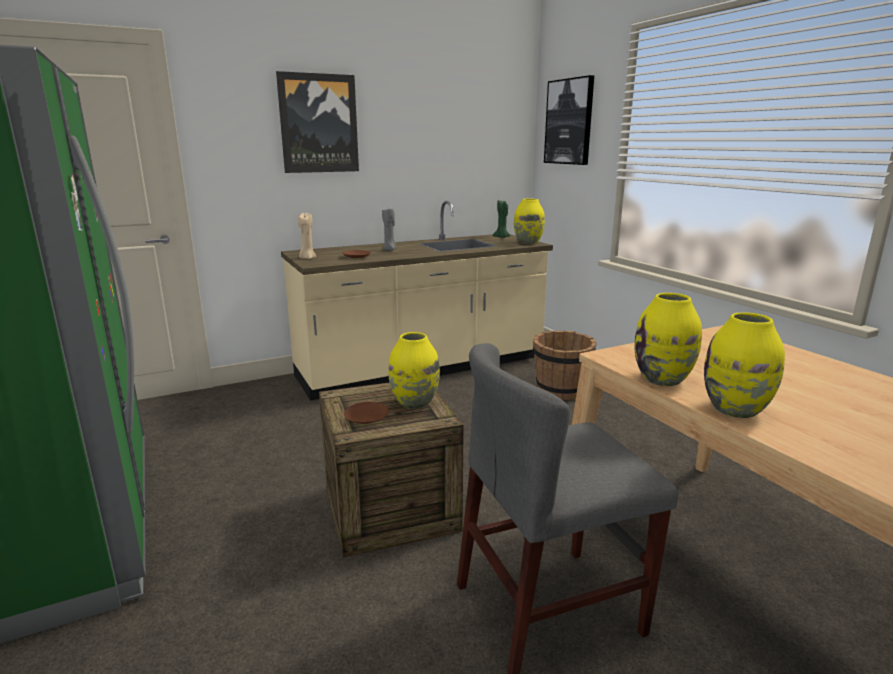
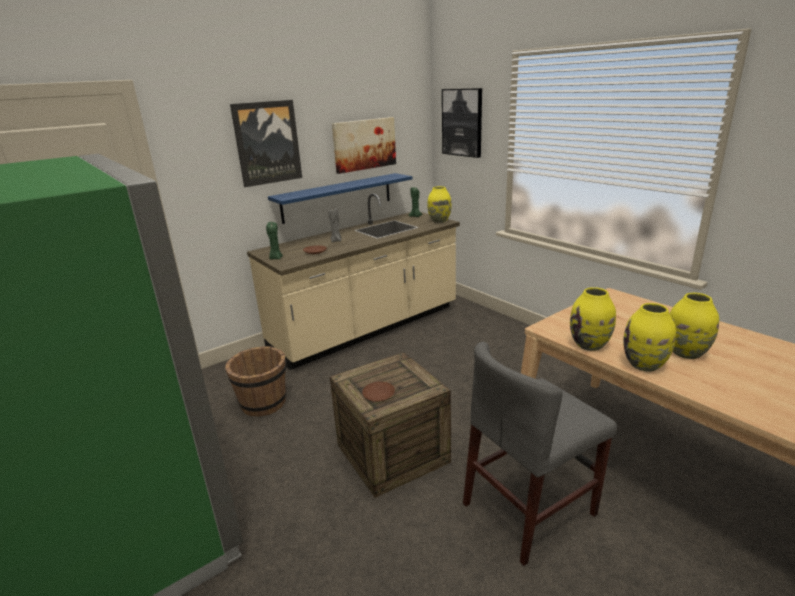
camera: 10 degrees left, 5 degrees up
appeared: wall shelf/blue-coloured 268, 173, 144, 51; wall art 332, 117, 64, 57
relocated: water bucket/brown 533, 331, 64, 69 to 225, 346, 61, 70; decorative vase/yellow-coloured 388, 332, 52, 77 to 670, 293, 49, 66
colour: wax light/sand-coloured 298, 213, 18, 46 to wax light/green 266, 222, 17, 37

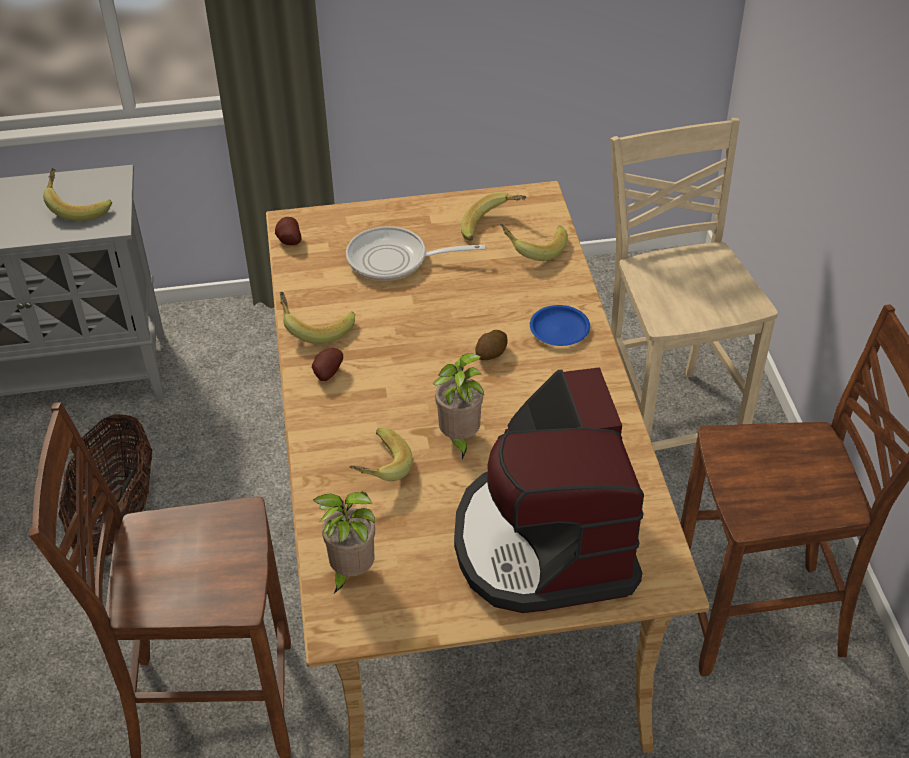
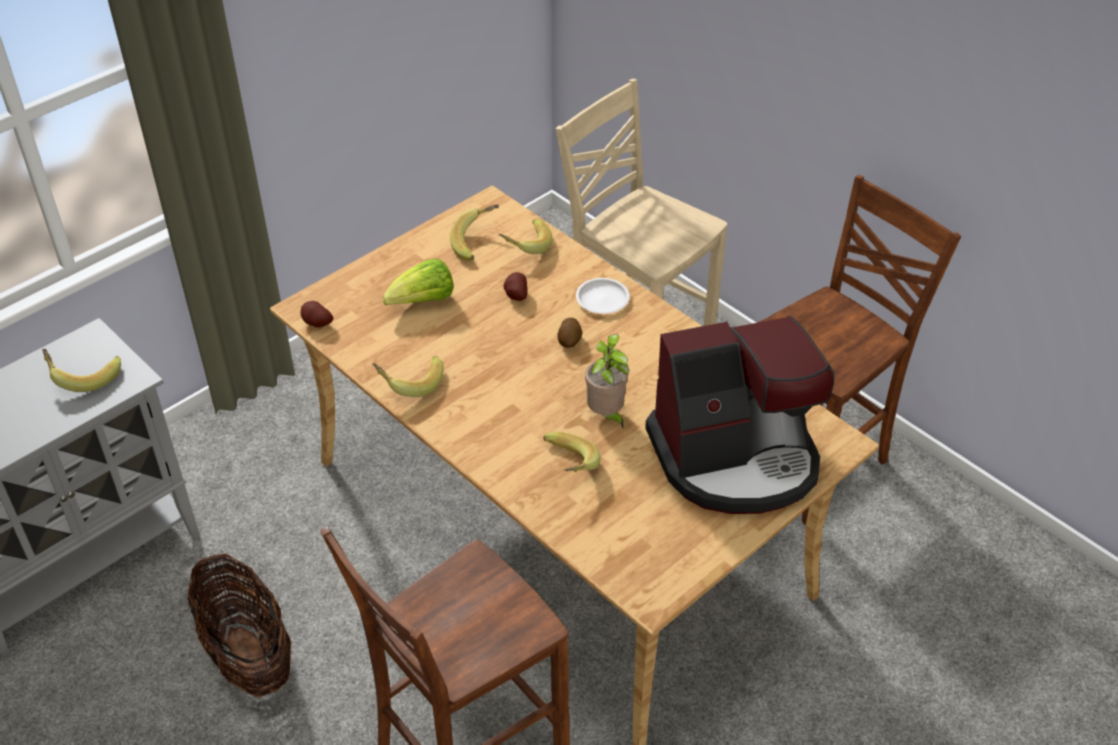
camera: 35 degrees left, 0 degrees up
missing: houseplant 313, 492, 62, 102
relocated: whole potato 312, 348, 31, 33 to 503, 272, 24, 29
exchanged: skillet 346, 226, 139, 55 to head of lettuce 382, 259, 72, 46
colour: dinner plate/blue-coloured 530, 305, 60, 41 to dinner plate/white 576, 278, 54, 36
spun: coffee maker 454, 367, 190, 246 = 645, 316, 189, 198 60 degrees counterclockwise

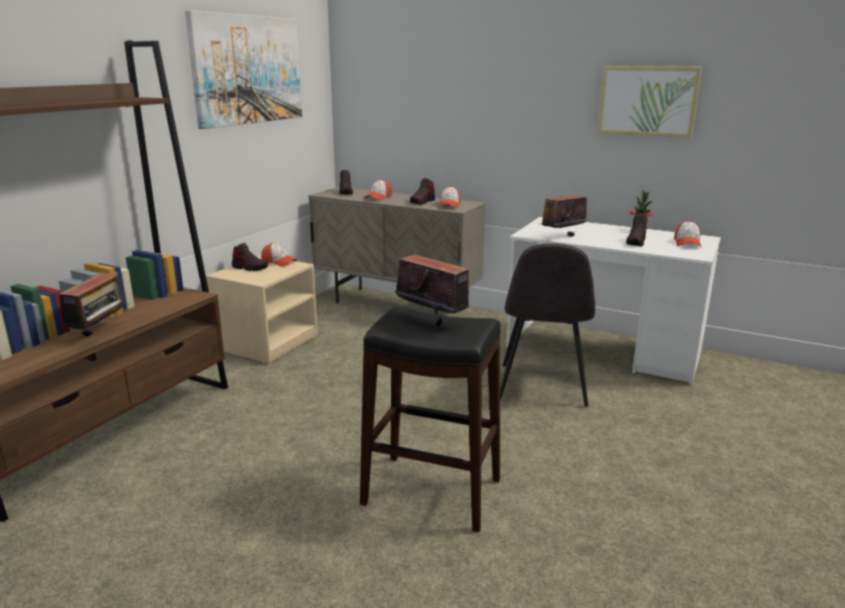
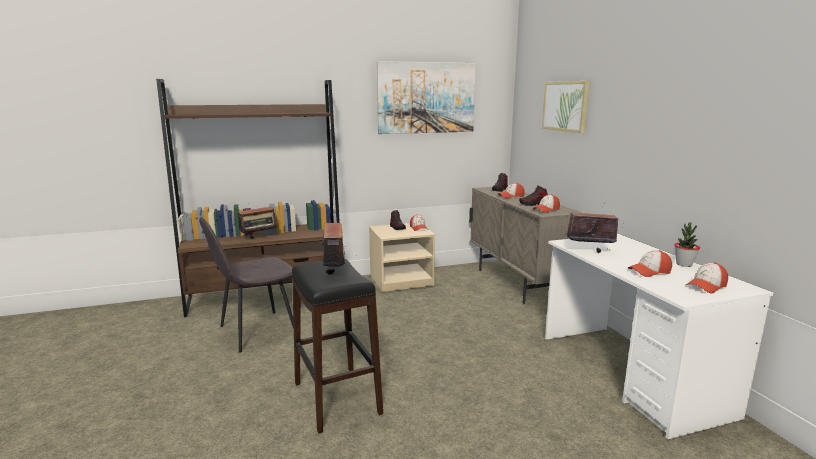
camera: 45 degrees right, 5 degrees down
relocated: plain chair/gray 500, 244, 95, 163 to 199, 217, 95, 135; wall art 597, 66, 105, 72 to 542, 81, 47, 52
exchanged: item of footwear 626, 214, 22, 33 to baseball cap 628, 250, 44, 27

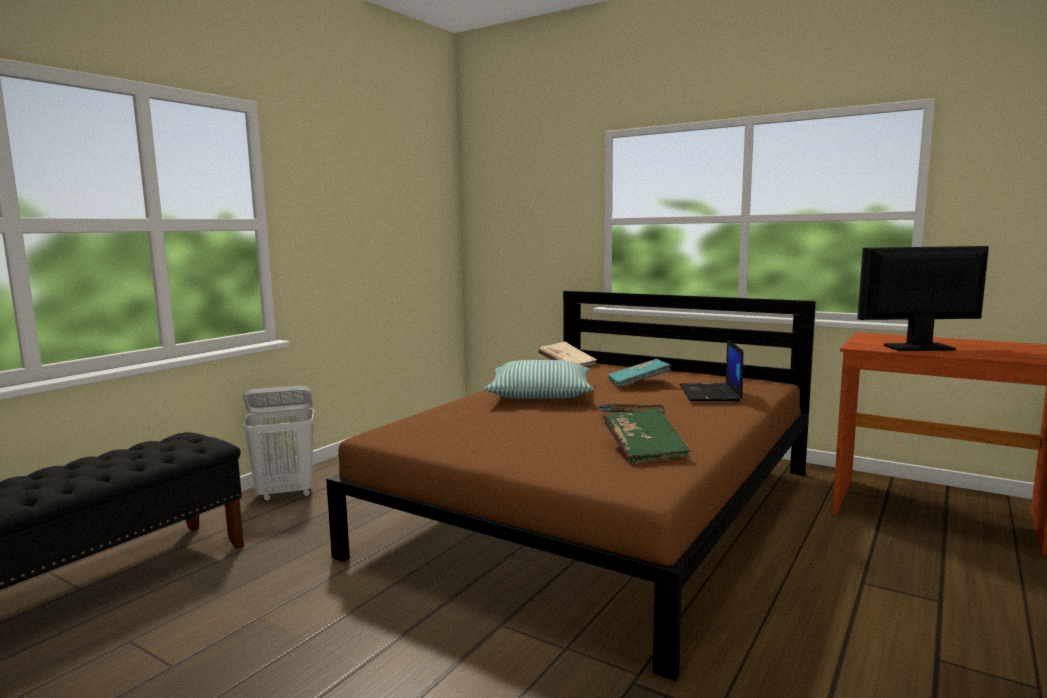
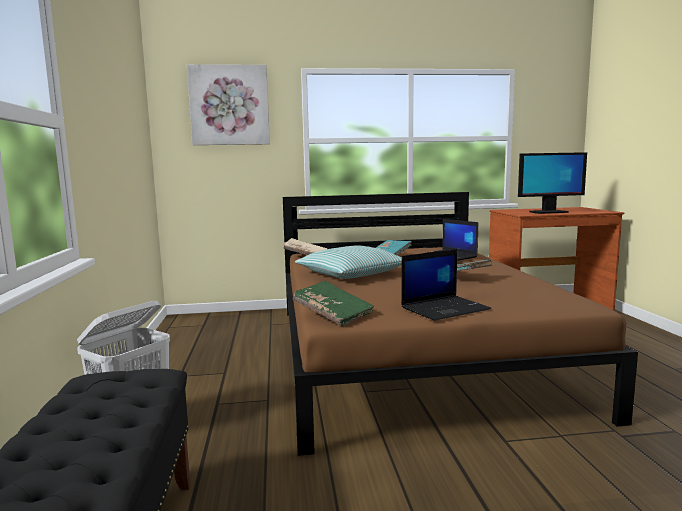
camera: 40 degrees left, 0 degrees up
appeared: wall art 187, 64, 83, 81; notebook computer 401, 249, 90, 72
relocated: book/green 605, 408, 86, 56 to 293, 281, 81, 45
spun: computer display 857, 246, 132, 105 = 518, 152, 69, 62 150 degrees counterclockwise

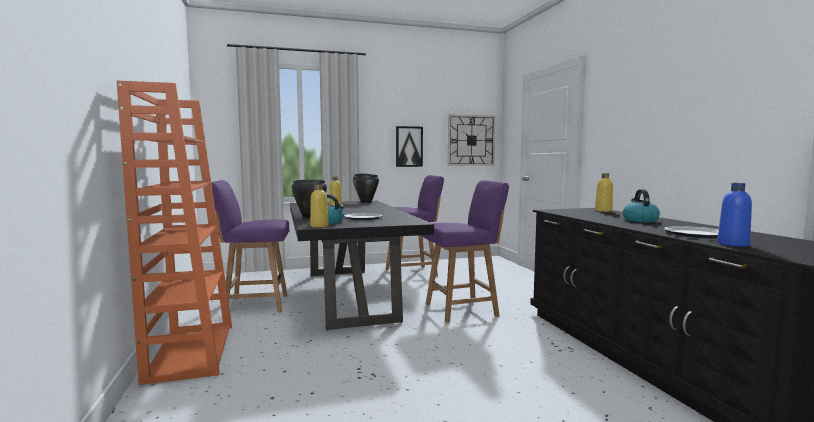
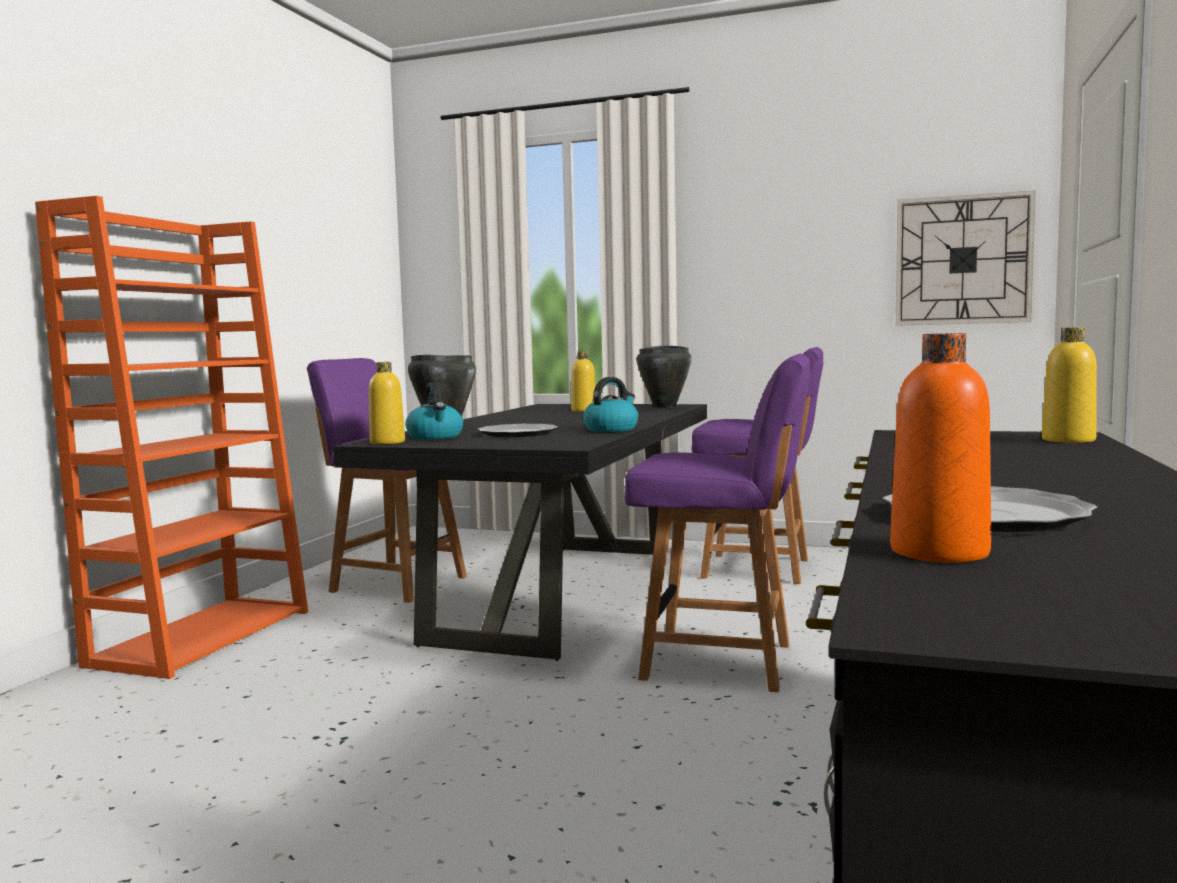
camera: 35 degrees right, 0 degrees up
missing: wall art 396, 126, 27, 41
relocated: kettle 623, 189, 37, 33 to 583, 377, 55, 55
colour: beverage bottle/blue-coloured 717, 183, 35, 64 to beverage bottle/orange-coloured 890, 333, 101, 230

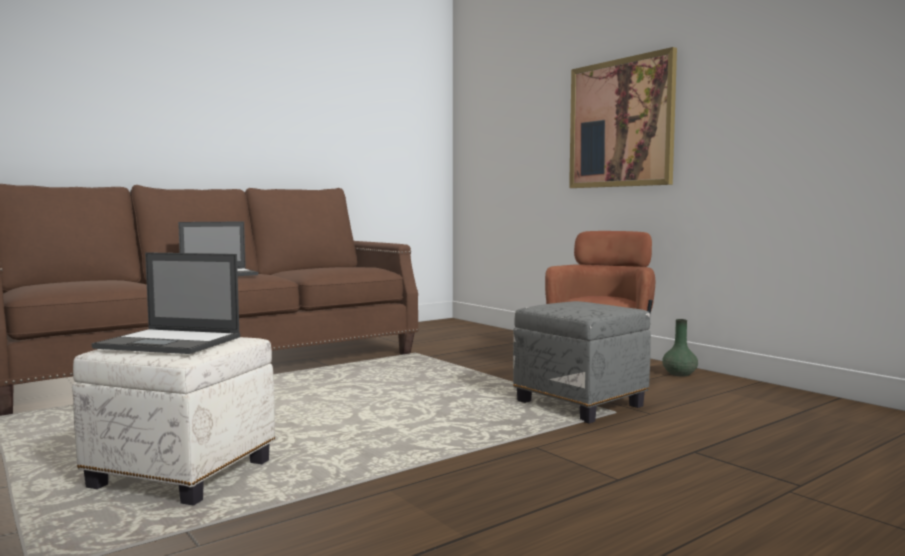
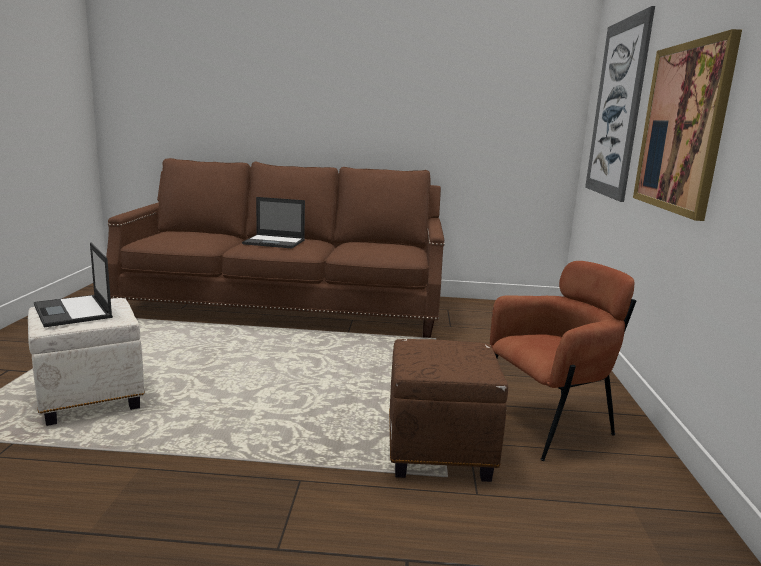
camera: 40 degrees right, 10 degrees up
missing: decorative vase/green 662, 319, 36, 58
appeared: wall art 585, 6, 70, 196
colour: ottoman/gray 513, 301, 138, 123 to ottoman/brown 389, 339, 119, 143

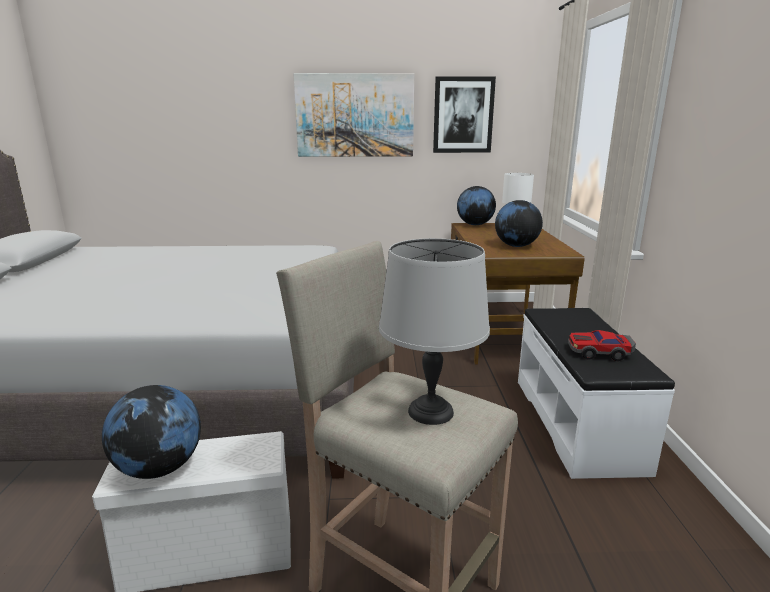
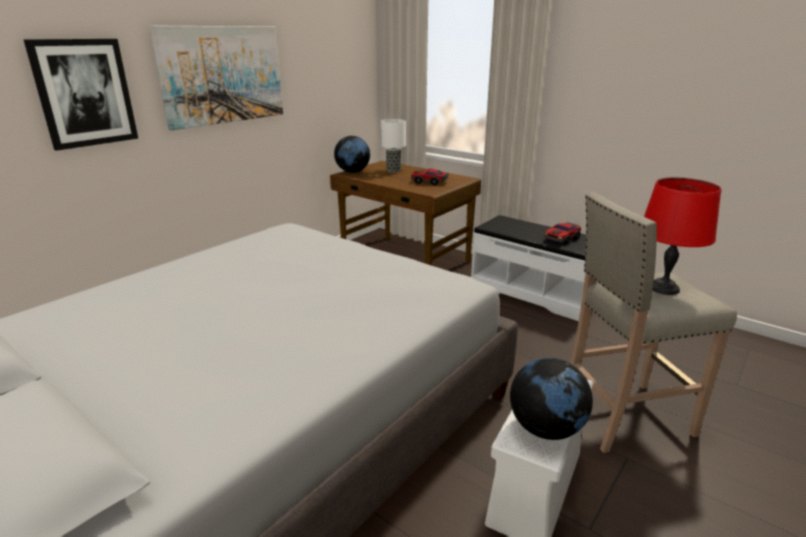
camera: 50 degrees left, 5 degrees up
relocated: wall art 433, 76, 63, 77 to 24, 39, 114, 112
exchanged: globe 495, 200, 48, 47 to model car 411, 169, 37, 16
colour: table lamp/gray 379, 238, 111, 187 to table lamp/reddish 644, 177, 77, 118

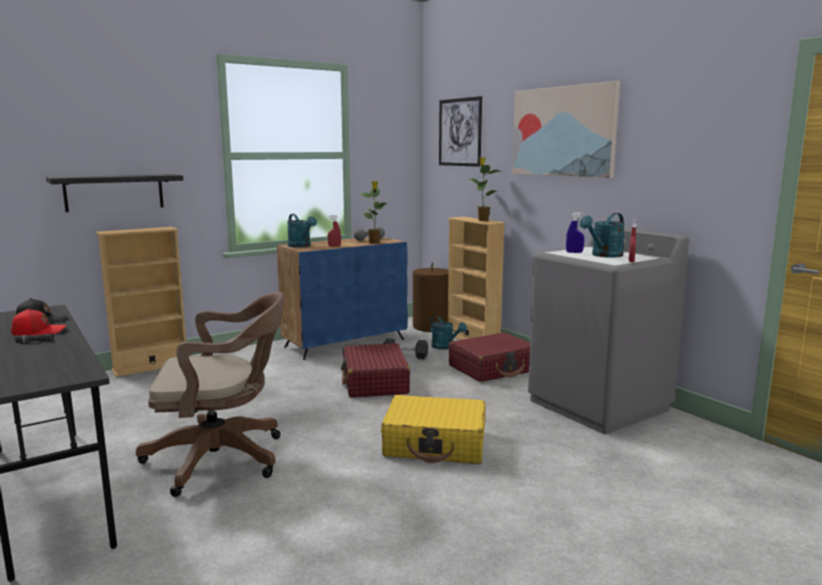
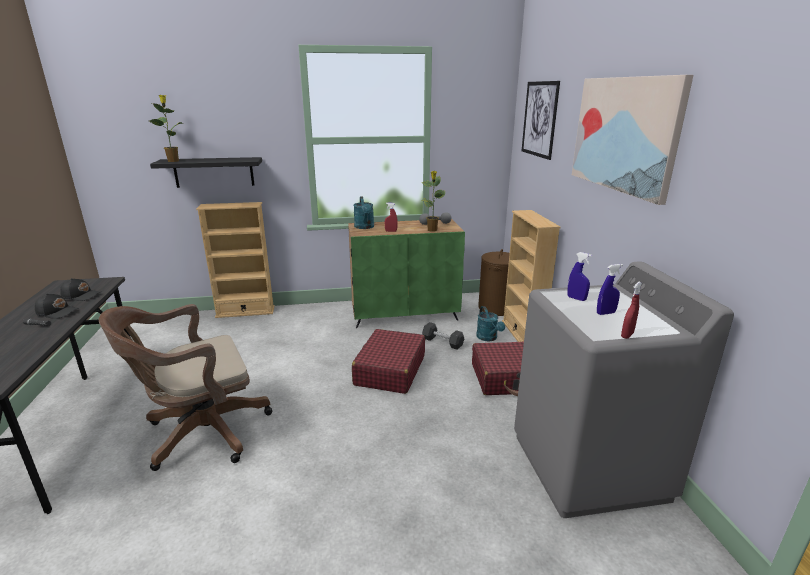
camera: 25 degrees right, 10 degrees up
missing: suitcase/yellow-coloured 381, 395, 104, 69
relocated: houseplant 469, 157, 32, 64 to 150, 95, 33, 67
exchanged: sprinkling can/turquoise 580, 213, 45, 45 to hand sprayer/blue-coloured 597, 264, 26, 51
colour: baseball cap/reddish 11, 308, 55, 28 to baseball cap/black 35, 293, 44, 26; storage cabinet/blue-coloured 277, 237, 131, 123 to storage cabinet/green 348, 219, 117, 109
spun: computer chair/brown 136, 291, 149, 206 = 99, 304, 173, 167 135 degrees clockwise

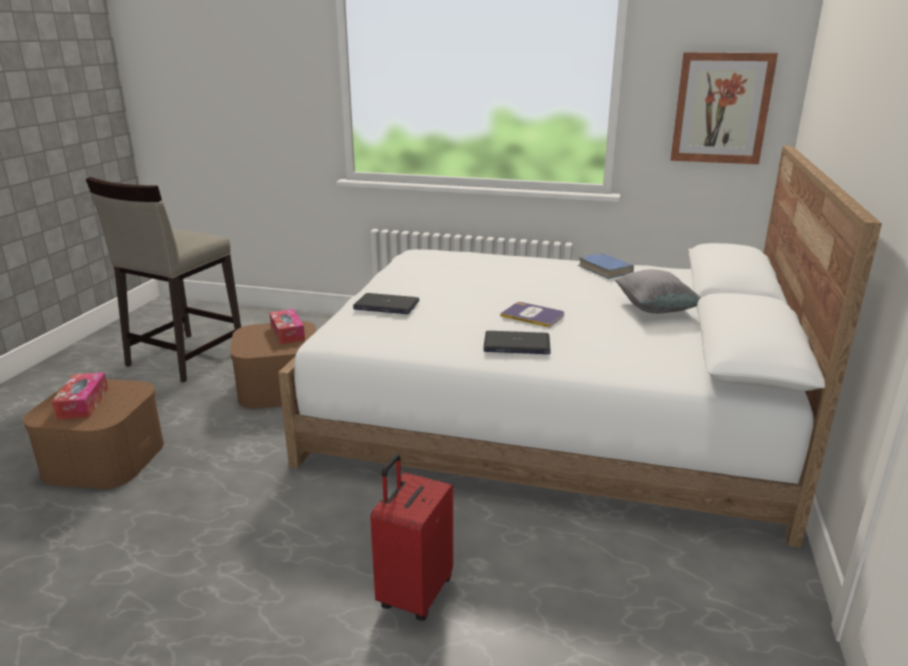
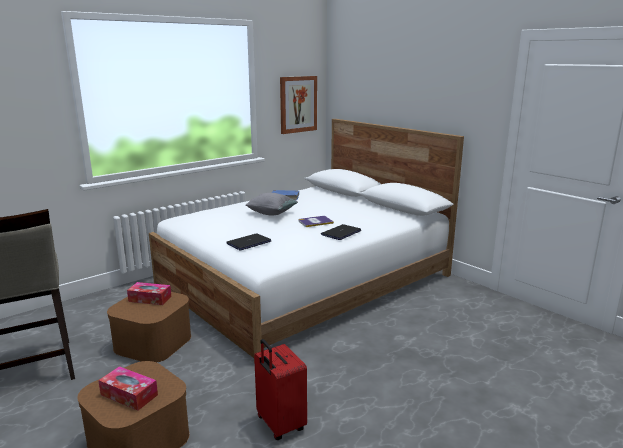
camera: 55 degrees left, 5 degrees down
relocated: pillow/gray 615, 269, 86, 44 to 245, 193, 53, 22; suitcase/reddish 370, 454, 83, 167 to 254, 339, 53, 101

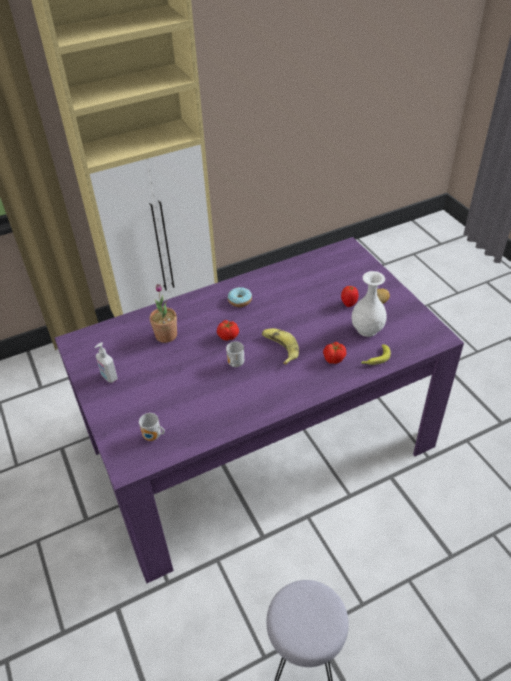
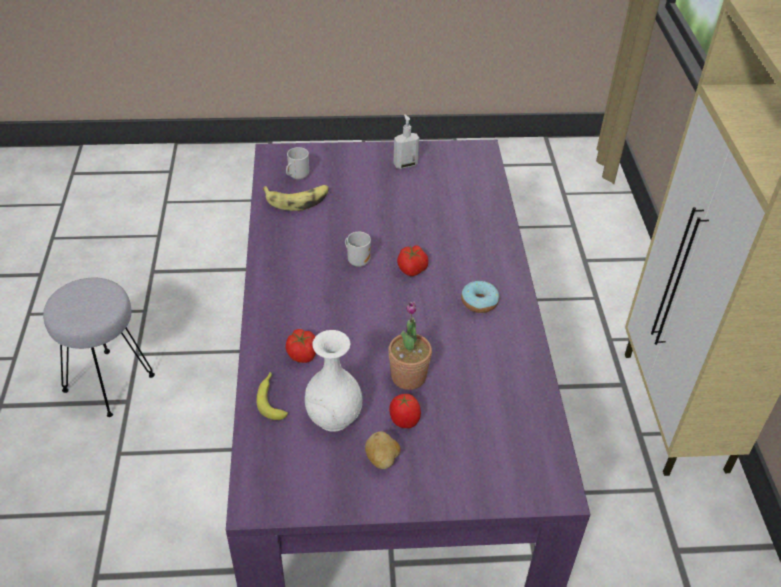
camera: 110 degrees right, 0 degrees up
relocated: banana fruit 262, 328, 37, 37 to 263, 185, 66, 26; houseplant 150, 284, 27, 59 to 388, 301, 44, 89

